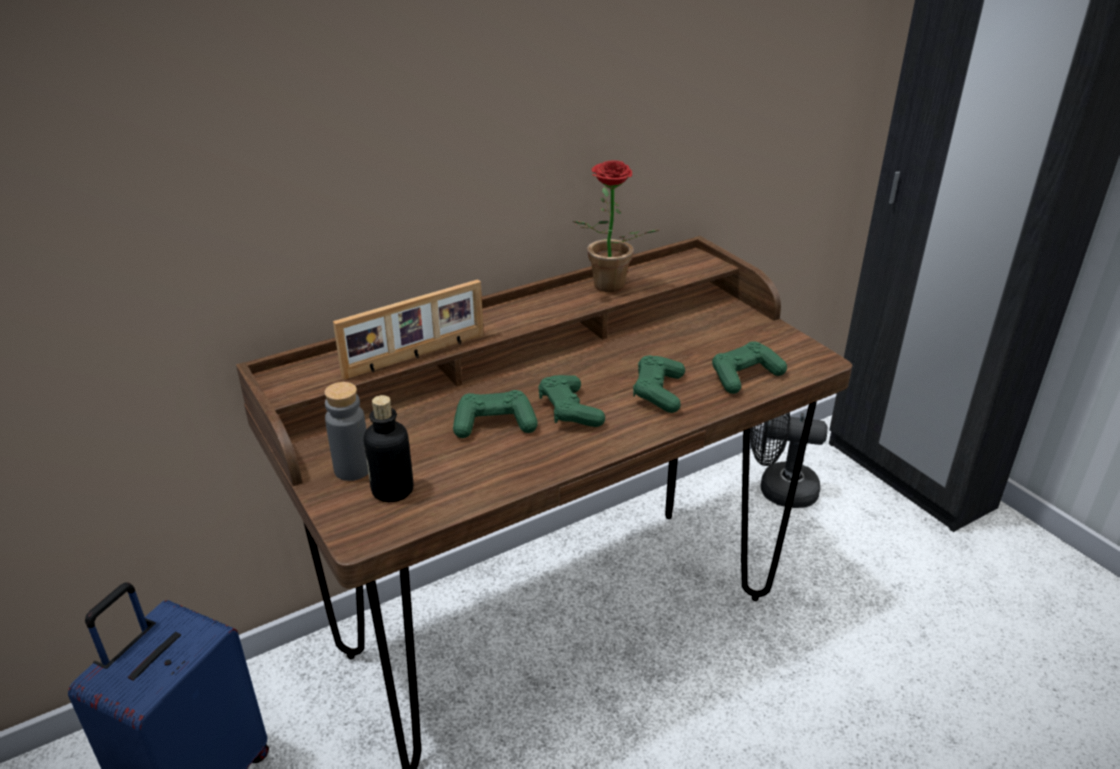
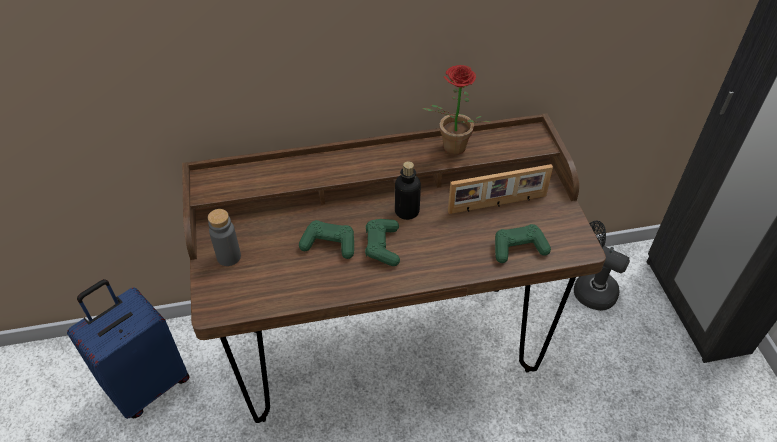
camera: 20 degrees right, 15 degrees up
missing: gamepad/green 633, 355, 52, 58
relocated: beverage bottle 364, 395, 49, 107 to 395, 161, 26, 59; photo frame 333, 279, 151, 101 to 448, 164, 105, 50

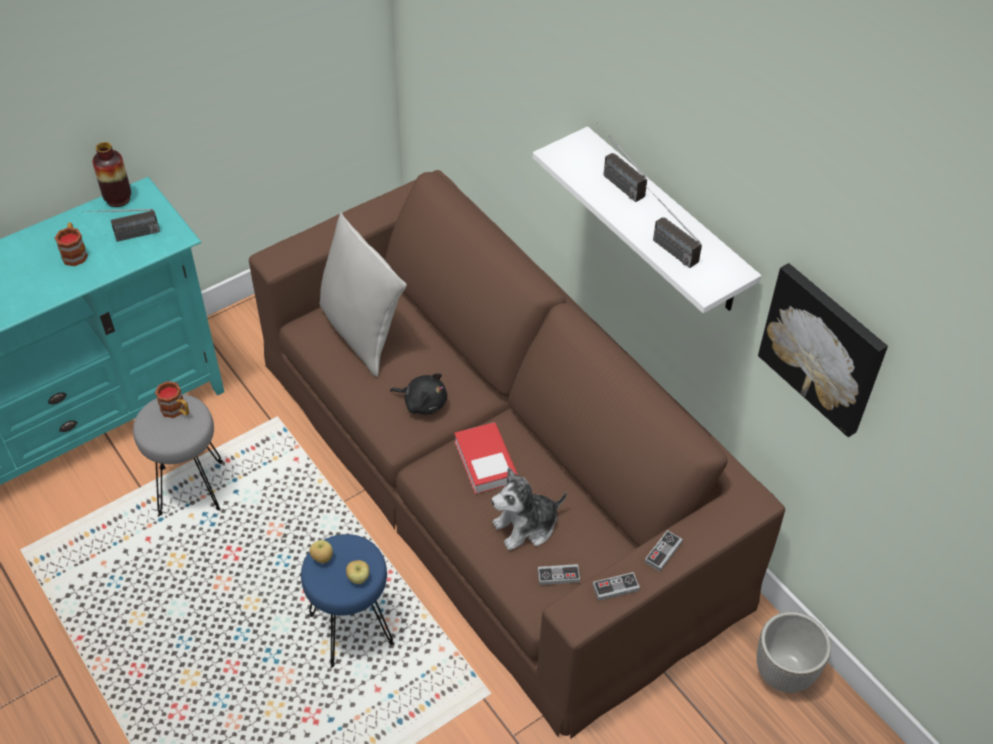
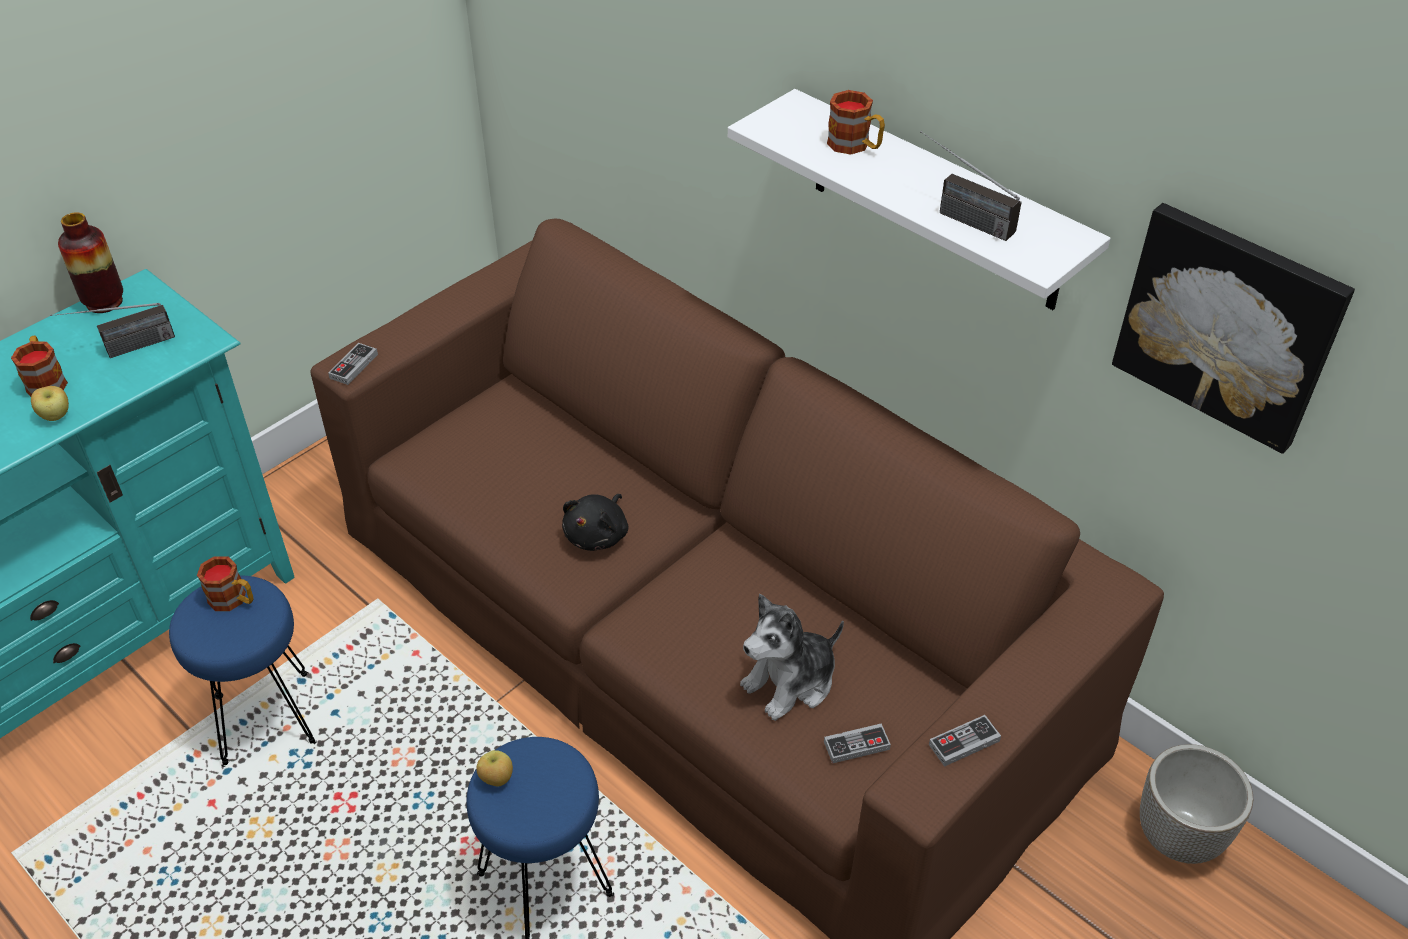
camera: 10 degrees left, 5 degrees down
missing: pillow/gray 320, 212, 87, 165; book 454, 422, 64, 72
relocated: whole apple 346, 560, 23, 24 to 31, 386, 38, 35; gamepad 644, 530, 39, 41 to 328, 343, 50, 42
exchanged: radio set 597, 122, 50, 80 to tea mug 827, 90, 58, 65
colour: stool/gray 133, 394, 90, 122 to stool/blue-coloured 169, 576, 148, 191
spun: soft toy/black 390, 373, 57, 42 = 562, 494, 66, 57 105 degrees clockwise

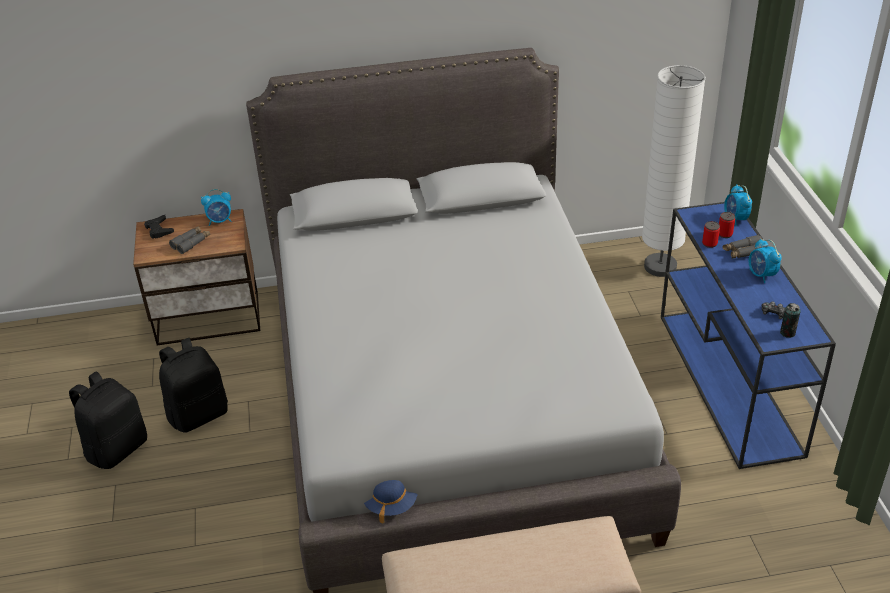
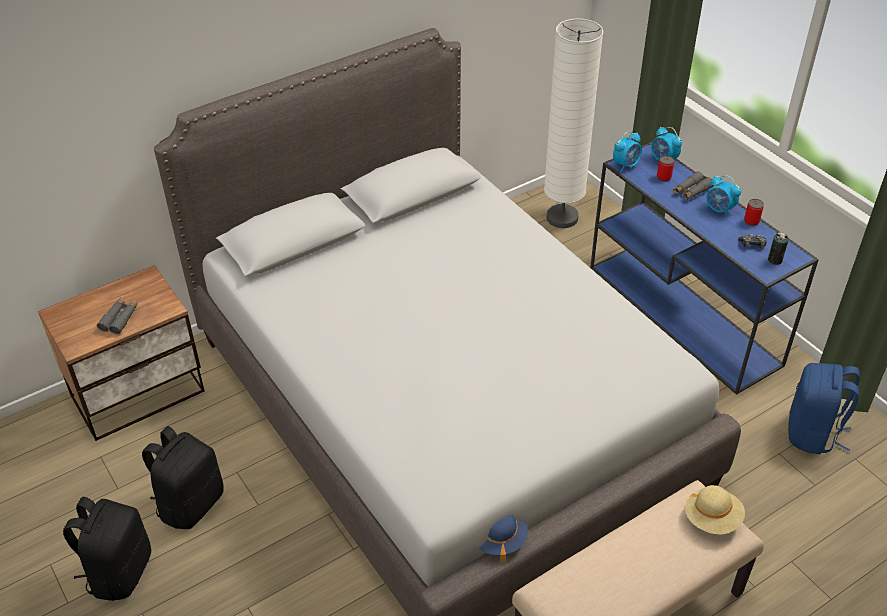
camera: 25 degrees left, 5 degrees up
missing: gamepad/black 144, 215, 30, 24
appeared: hat/sand-coloured 685, 485, 60, 49; knapsack/blue-coloured 788, 363, 72, 91
relocated: alarm clock 201, 189, 30, 37 to 613, 132, 29, 40; sealed can 702, 221, 18, 27 to 744, 199, 20, 27

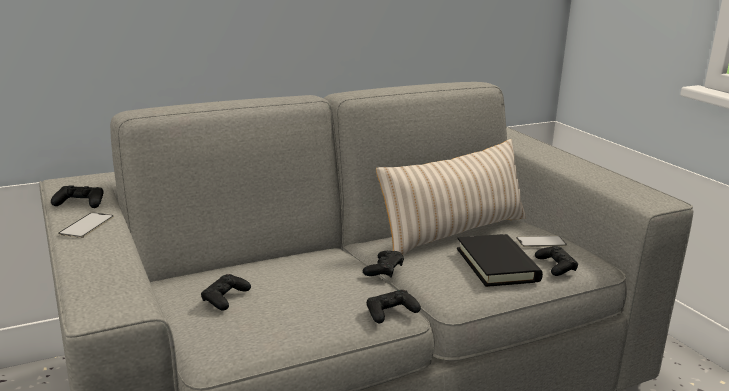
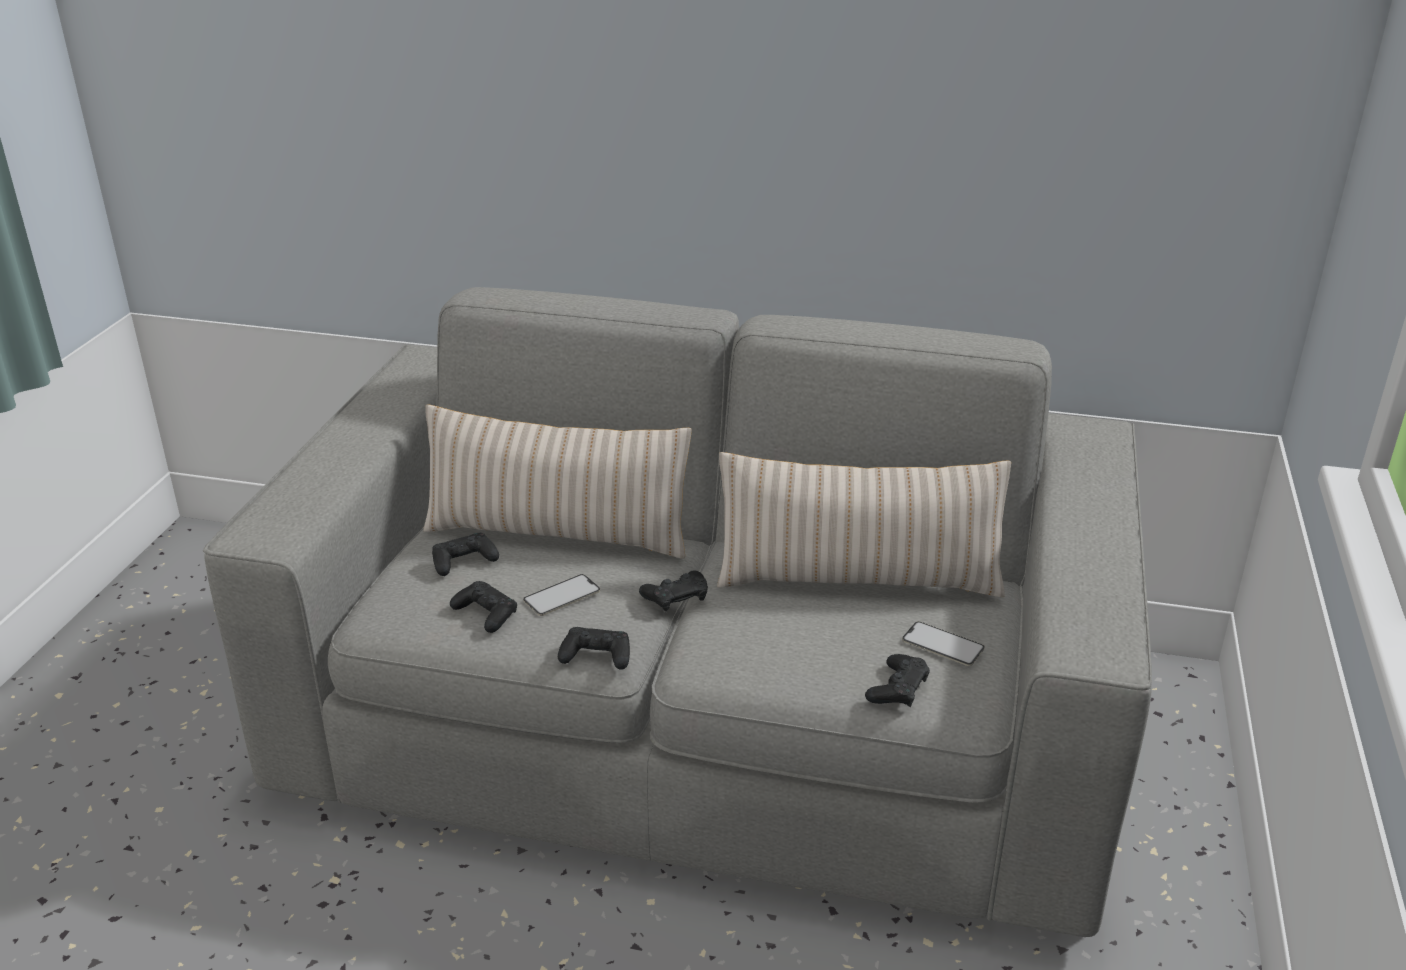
camera: 40 degrees right, 10 degrees up
missing: book/black 457, 234, 86, 53
appeared: pillow/sand-coloured 423, 404, 269, 155
relocated: gamepad/black 51, 185, 52, 23 to 450, 581, 67, 52; phone 58, 212, 56, 26 to 523, 574, 78, 42

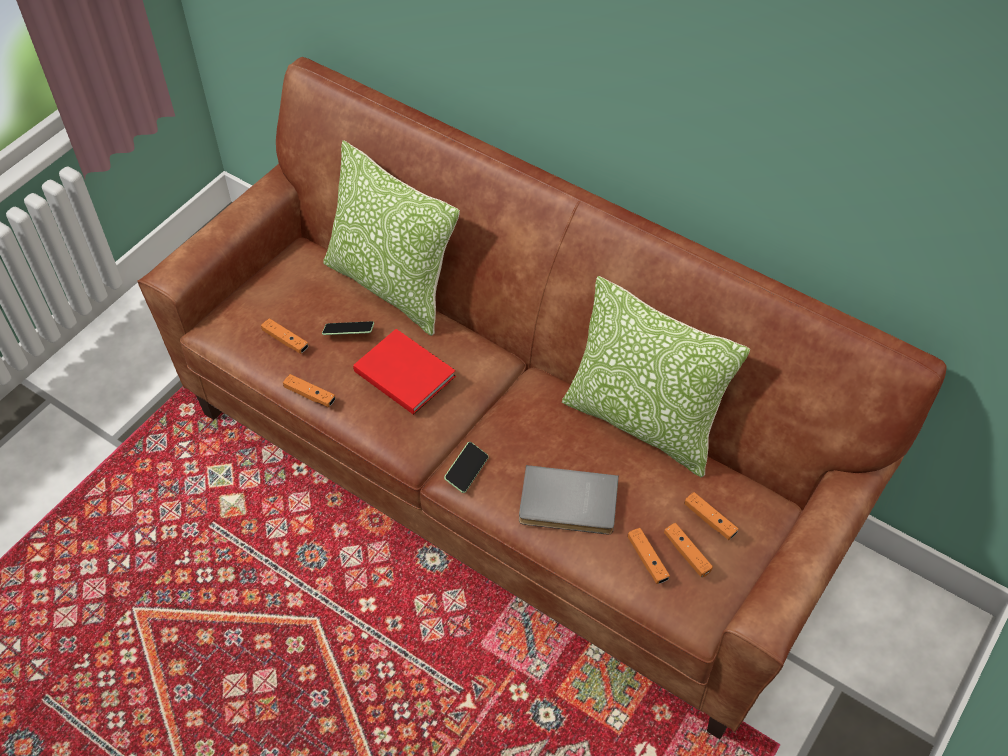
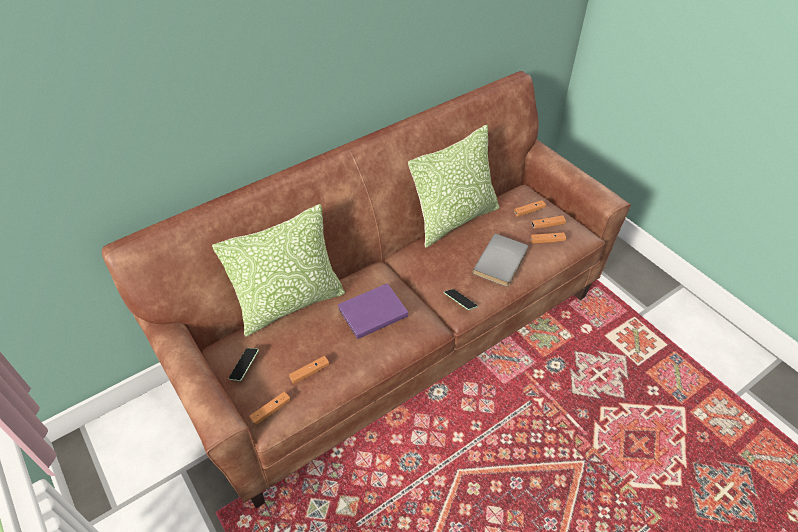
camera: 70 degrees left, 5 degrees down
relocated: phone 322, 321, 52, 14 to 229, 348, 30, 33; gamepad/orange-coloured 283, 374, 53, 33 to 249, 391, 42, 34
colour: book/reddish 353, 329, 103, 86 to book/purple 338, 283, 70, 56

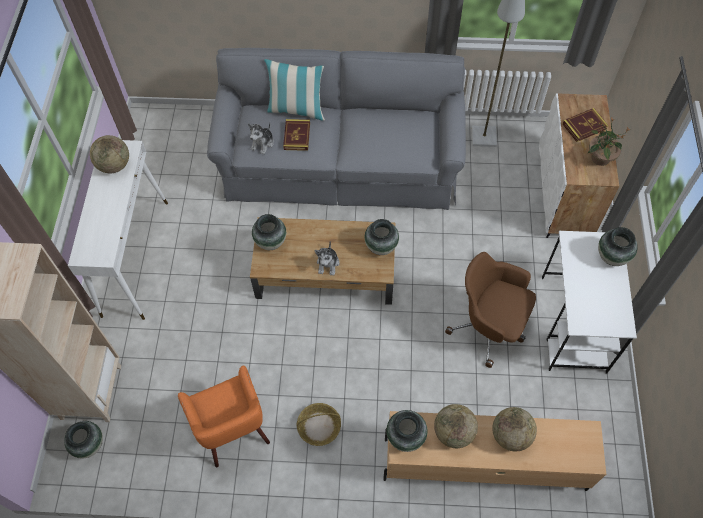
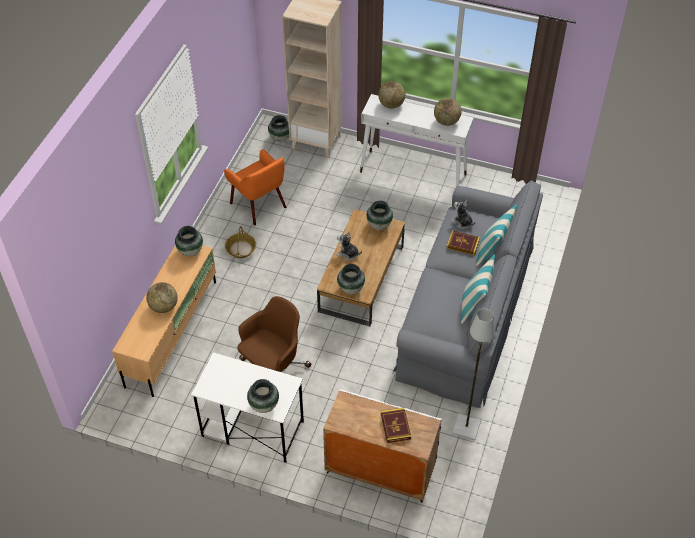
camera: 105 degrees right, 10 degrees down
missing: houseplant 588, 118, 43, 48
appeared: pillow 461, 255, 34, 69
relocated: globe 434, 404, 44, 44 to 378, 81, 27, 28
spun: easy chair/orange-coloured 178, 365, 92, 102 = 224, 149, 62, 77 120 degrees counterclockwise

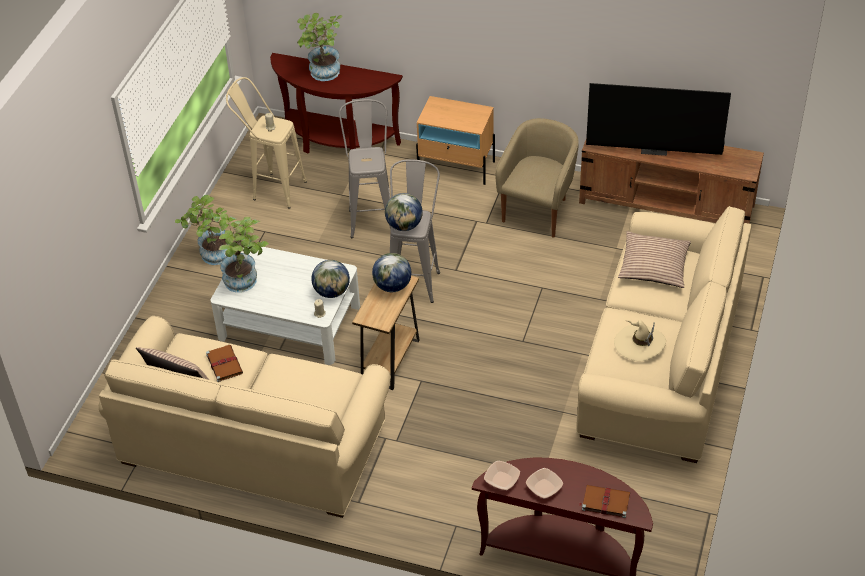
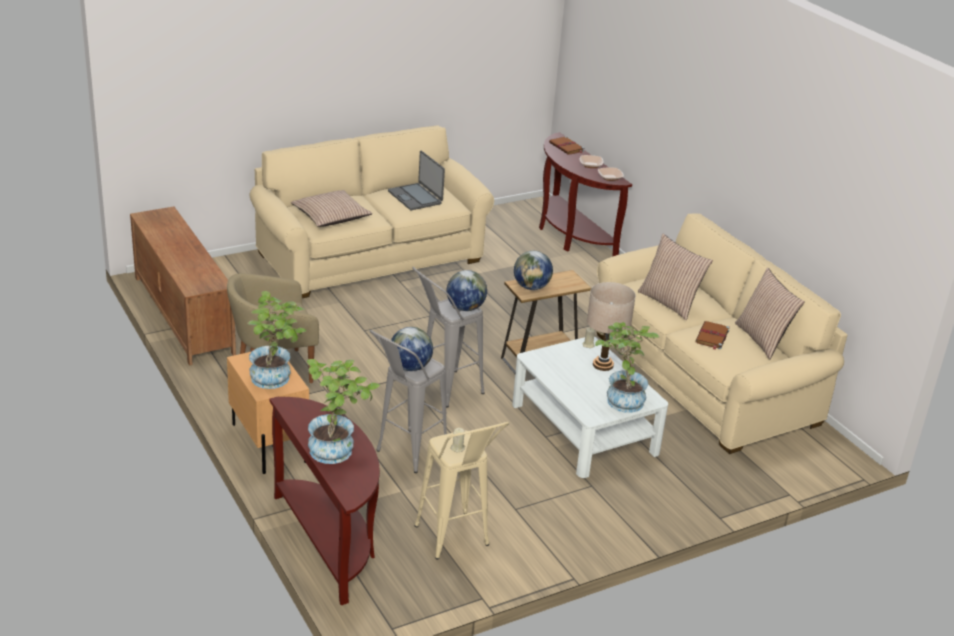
camera: 140 degrees left, 15 degrees down
missing: TV set 586, 83, 145, 73
appeared: table lamp/sand-coloured 587, 282, 49, 89; pillow 638, 234, 75, 86
relocated: houseplant 175, 195, 53, 70 to 247, 291, 59, 98; globe 311, 260, 39, 38 to 391, 327, 42, 44
exchanged: hat/sand-coloured 614, 320, 52, 41 to notebook computer 388, 150, 57, 60

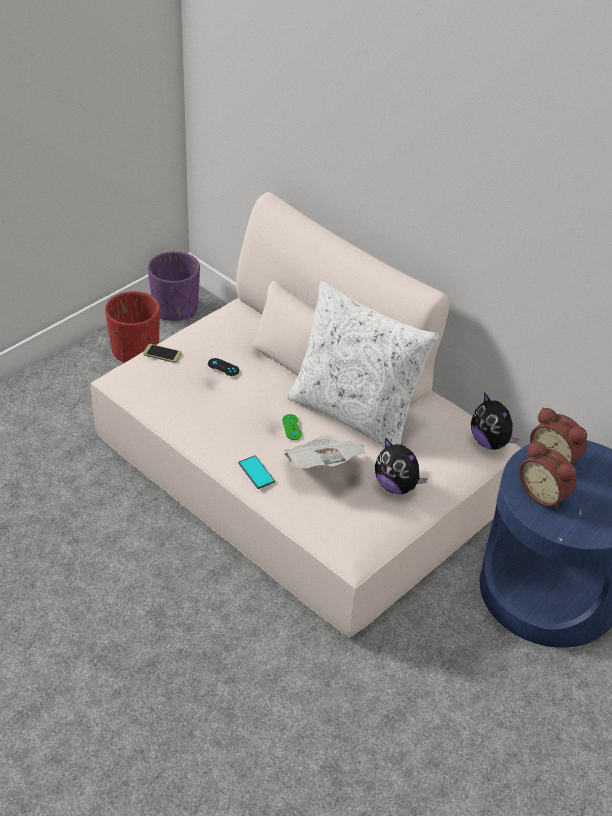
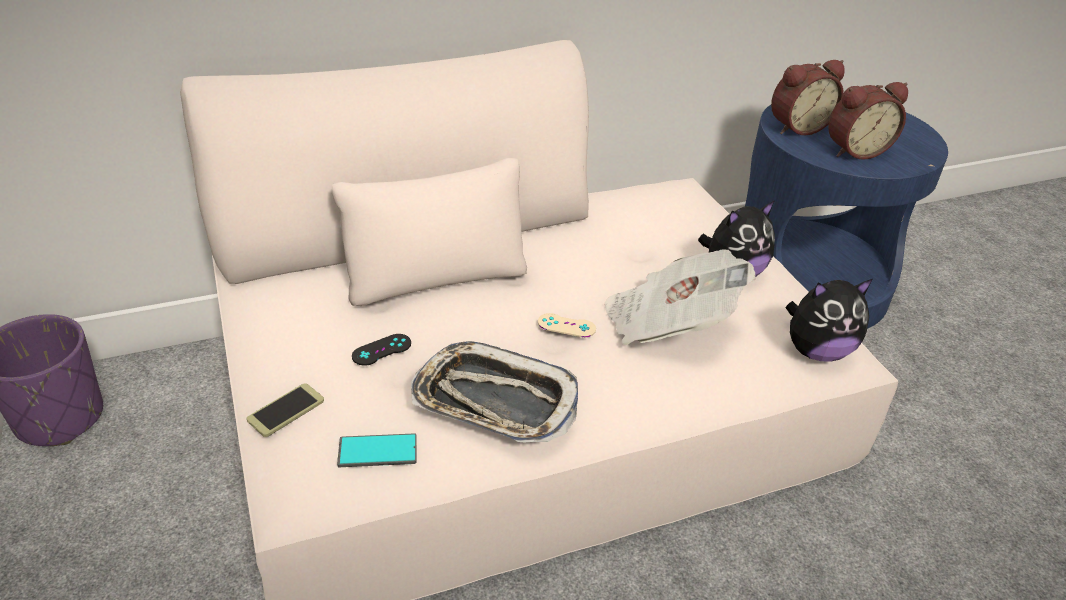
camera: 65 degrees left, 5 degrees down
missing: plant pot/reddish 105, 291, 55, 72; pillow/white 287, 281, 152, 167
appeared: serving tray 411, 341, 167, 101
relocated: phone 239, 455, 36, 34 to 337, 433, 80, 34; soft toy 471, 392, 48, 58 to 785, 279, 88, 83
colour: gamepad/green 282, 414, 20, 26 to gamepad/sand-coloured 538, 313, 58, 25

